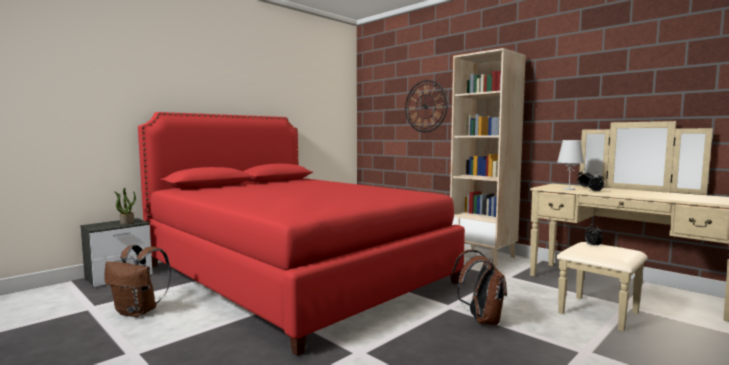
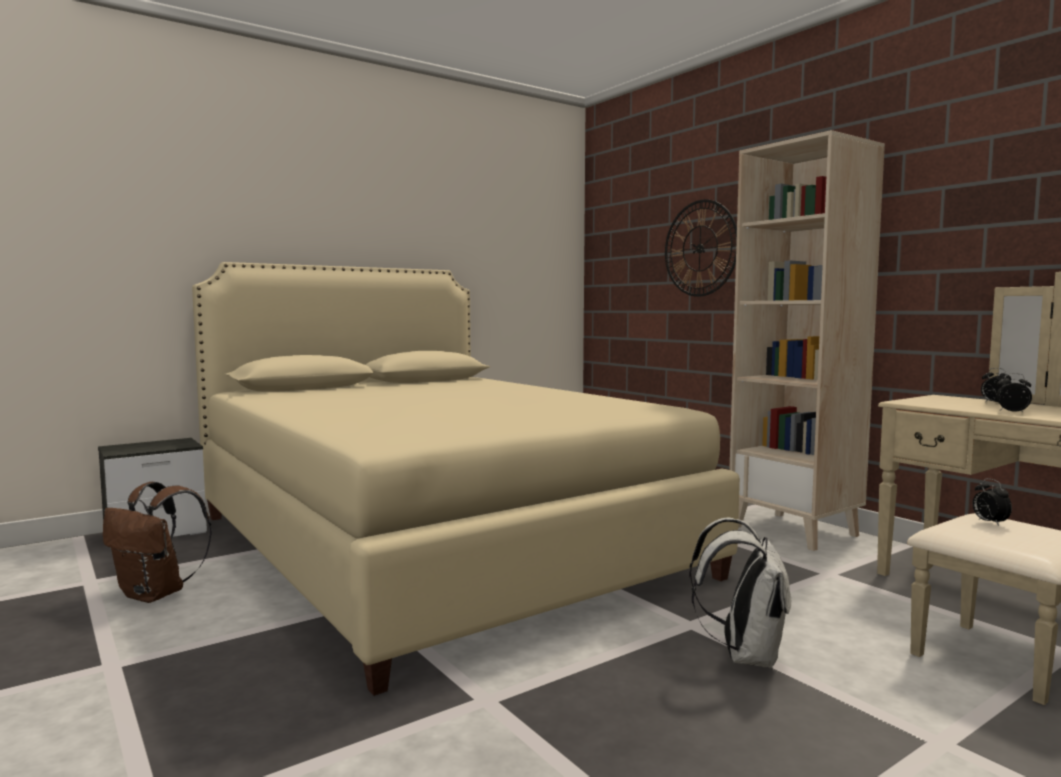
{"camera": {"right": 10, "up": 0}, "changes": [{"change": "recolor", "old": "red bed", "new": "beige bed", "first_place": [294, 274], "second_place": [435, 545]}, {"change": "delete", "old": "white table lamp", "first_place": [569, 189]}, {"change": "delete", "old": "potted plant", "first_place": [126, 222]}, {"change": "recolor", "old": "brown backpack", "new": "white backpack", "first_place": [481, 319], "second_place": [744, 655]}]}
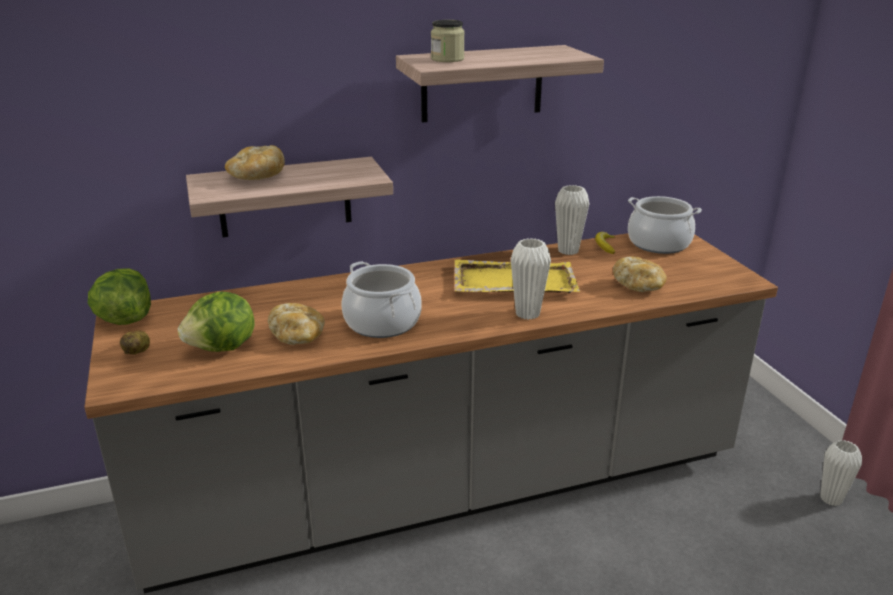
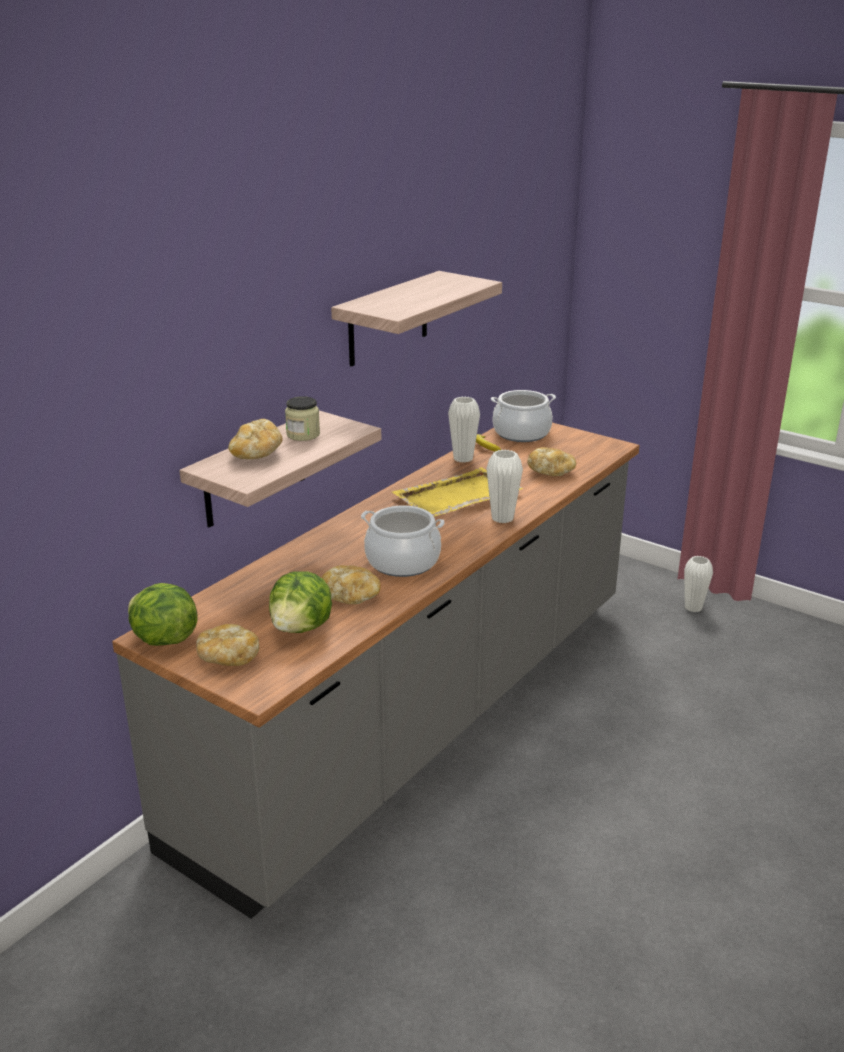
{"camera": {"right": -35, "up": 0}, "changes": [{"change": "move", "old": "jar", "first_place": [447, 59], "second_place": [303, 434]}, {"change": "replace", "old": "potato", "new": "bread", "first_place": [138, 351], "second_place": [227, 658]}]}
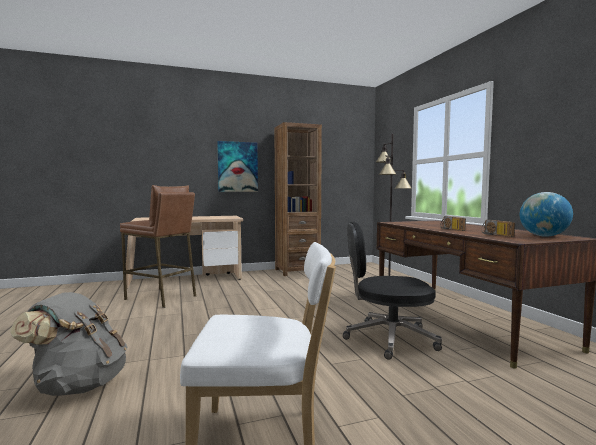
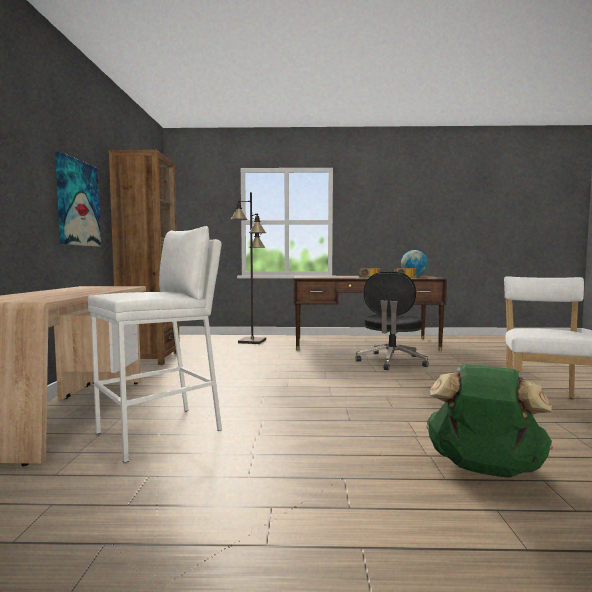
{"camera": {"right": -70, "up": 0}, "changes": [{"change": "recolor", "old": "brown stool", "new": "white stool", "first_place": [161, 297], "second_place": [160, 432]}, {"change": "recolor", "old": "grey backpack", "new": "green backpack", "first_place": [78, 385], "second_place": [483, 470]}]}
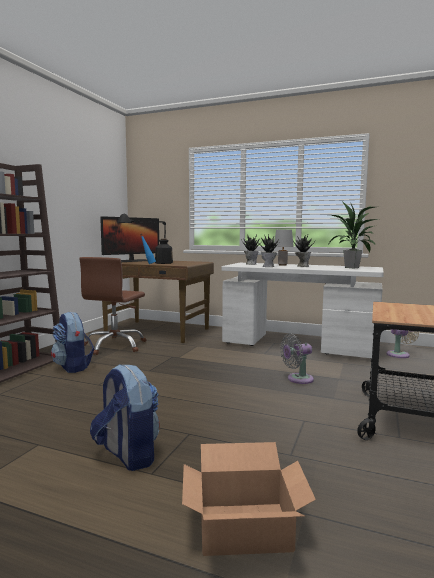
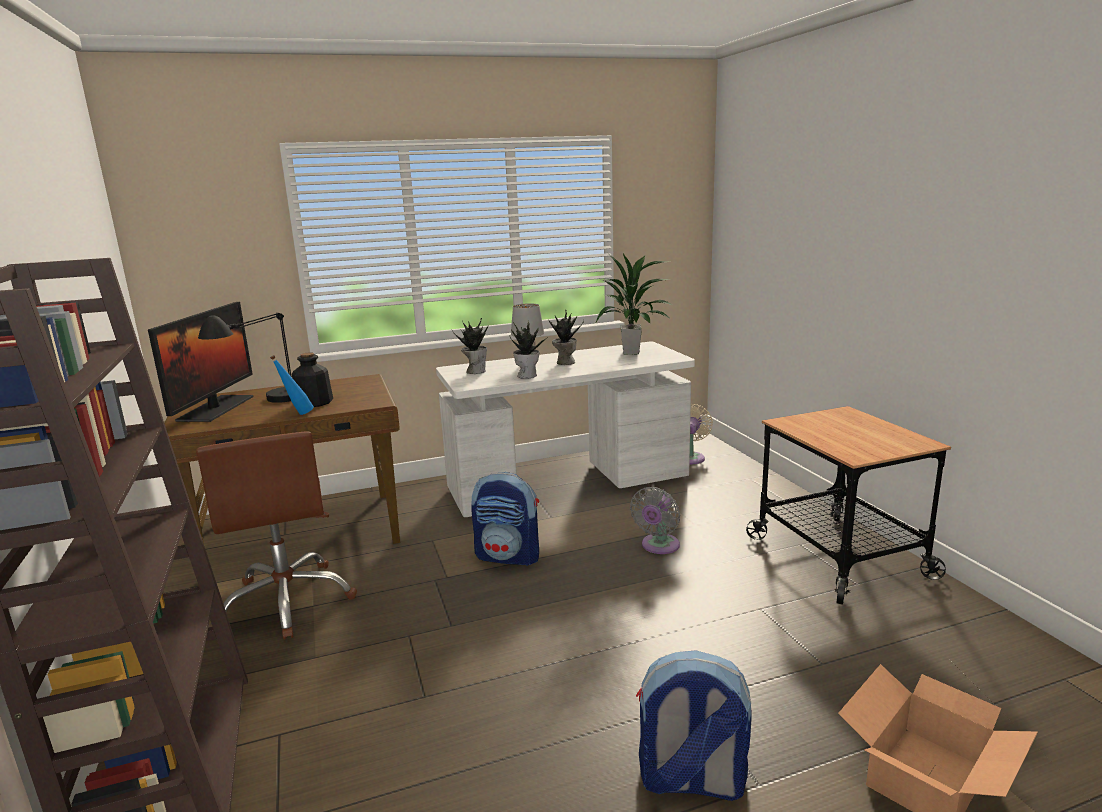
{"camera": {"right": -40, "up": 10}, "changes": [{"change": "move", "old": "backpack", "first_place": [73, 367], "second_place": [509, 556]}]}
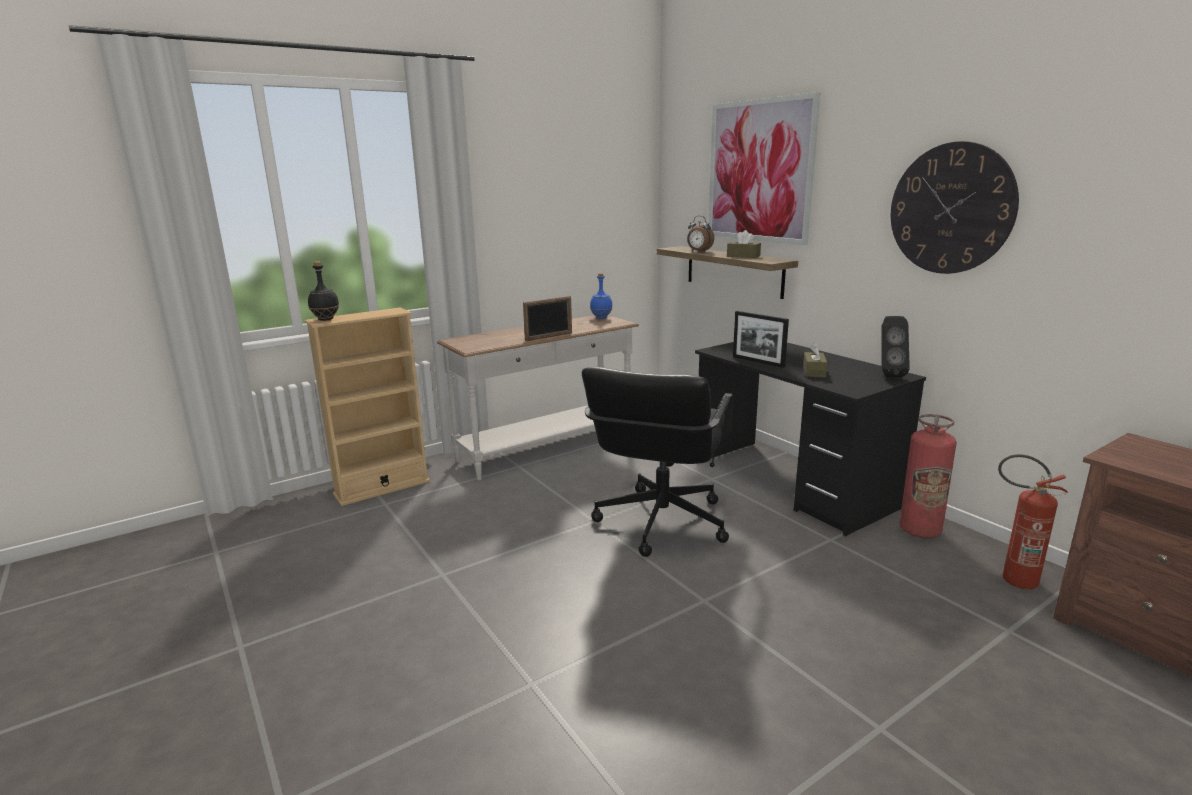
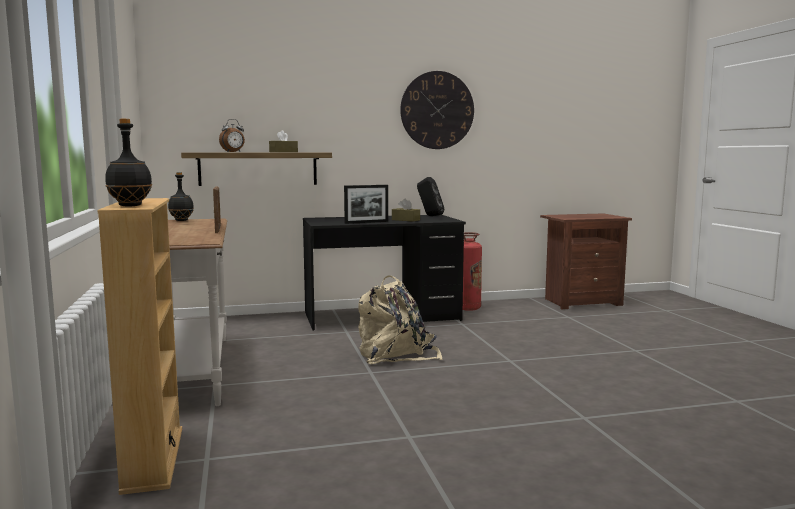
{"camera": {"right": -70, "up": -10}, "changes": [{"change": "delete", "old": "picture", "first_place": [759, 171]}, {"change": "recolor", "old": "blue bottle", "new": "black bottle", "first_place": [601, 318], "second_place": [182, 220]}, {"change": "replace", "old": "black office chair", "new": "beige backpack", "first_place": [660, 522], "second_place": [396, 354]}, {"change": "delete", "old": "fire extinguisher", "first_place": [1010, 579]}]}
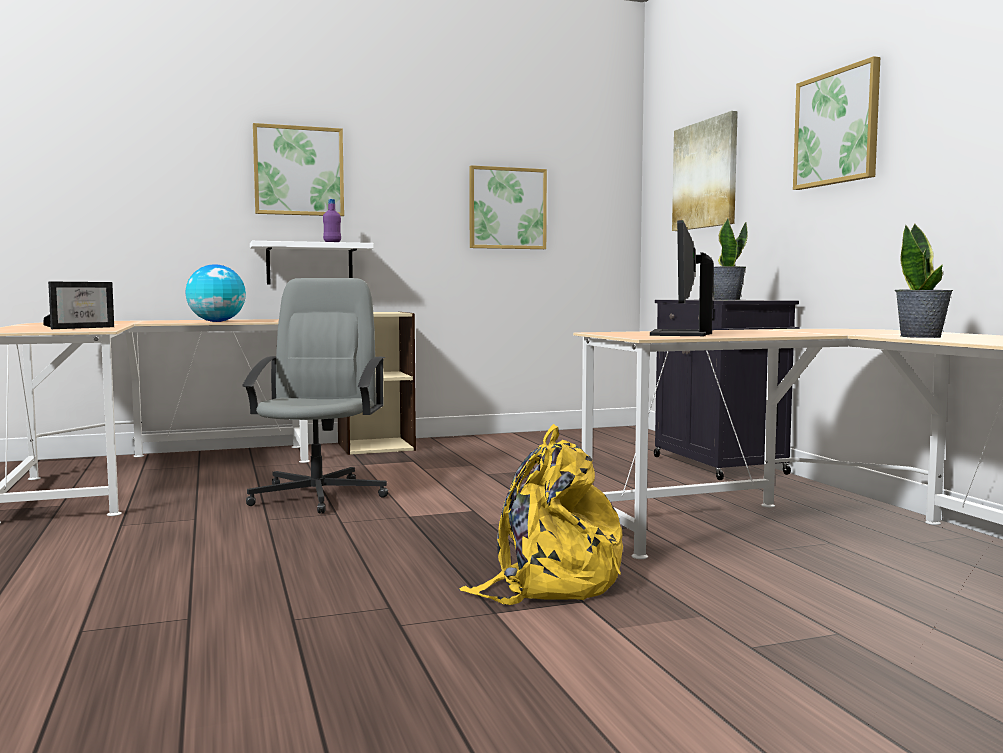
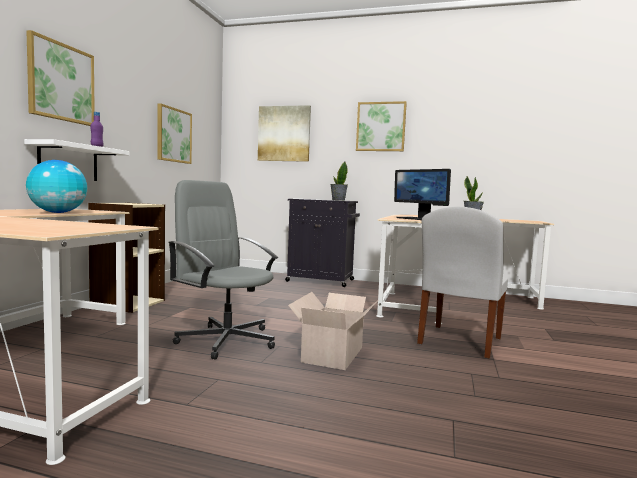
{"camera": {"right": -55, "up": 0}, "changes": [{"change": "delete", "old": "picture frame", "first_place": [81, 328]}, {"change": "replace", "old": "yellow backpack", "new": "white chair", "first_place": [549, 582], "second_place": [459, 342]}, {"change": "insert", "new": "cardboard box", "second_place": [334, 354]}]}
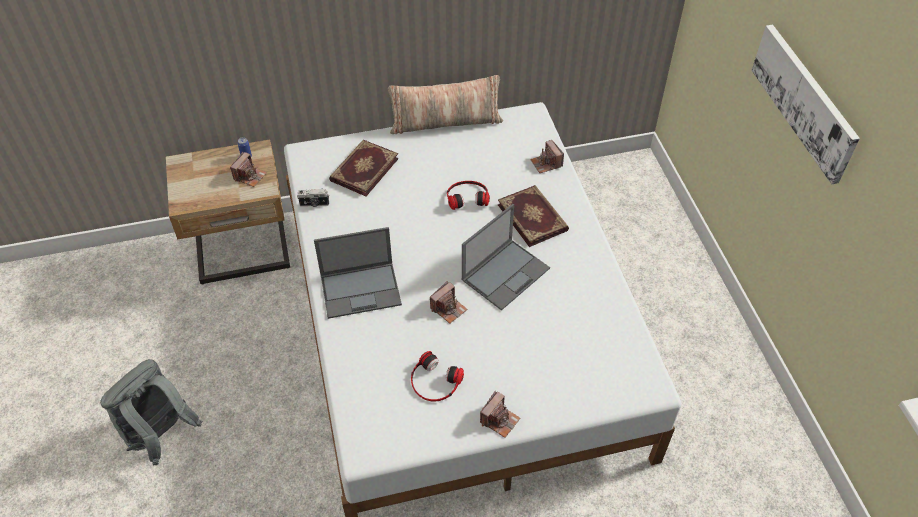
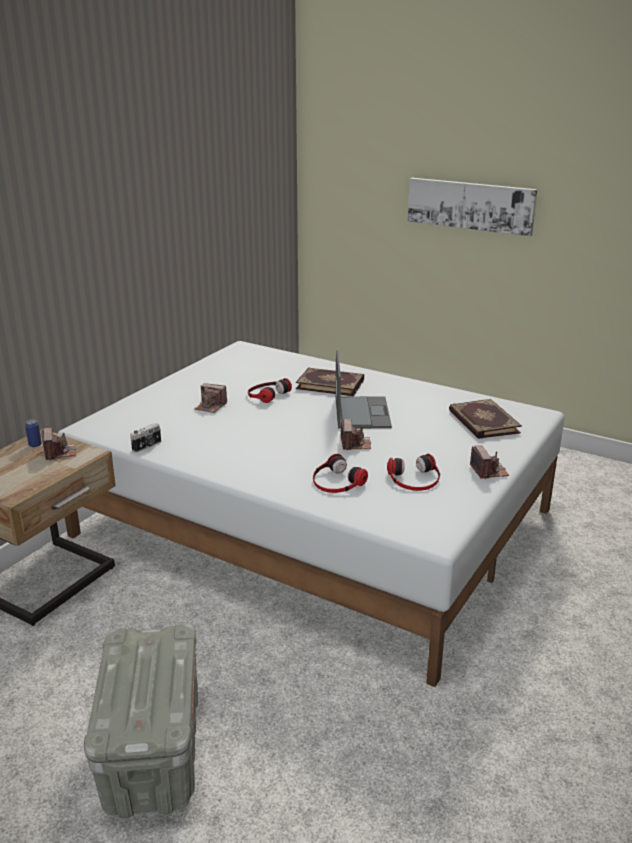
{"camera": {"right": -45, "up": -25}, "changes": [{"change": "delete", "old": "pillow", "first_place": [445, 122]}, {"change": "move", "old": "book", "first_place": [363, 169], "second_place": [482, 422]}, {"change": "move", "old": "photo camera", "first_place": [546, 163], "second_place": [210, 407]}, {"change": "delete", "old": "laptop", "first_place": [361, 289]}, {"change": "replace", "old": "grey backpack", "new": "grey storage box", "first_place": [161, 436], "second_place": [153, 755]}, {"change": "insert", "new": "headphones", "second_place": [336, 481]}]}
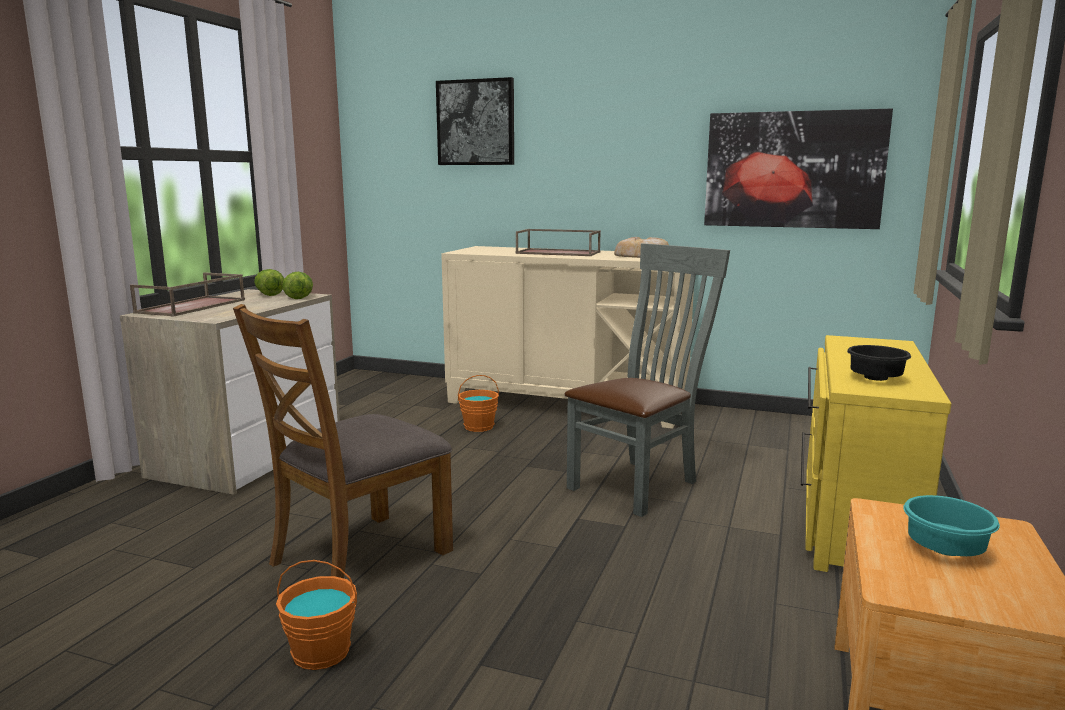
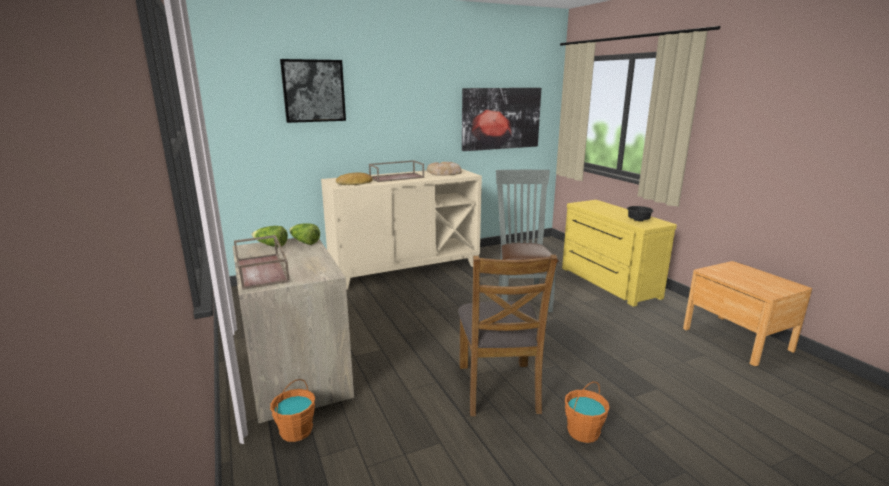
{"camera": {"right": -45, "up": 5}, "changes": [{"change": "move", "old": "orange bucket", "first_place": [479, 426], "second_place": [296, 430]}, {"change": "delete", "old": "turquoise bowl", "first_place": [947, 549]}, {"change": "insert", "new": "bread", "second_place": [355, 183]}]}
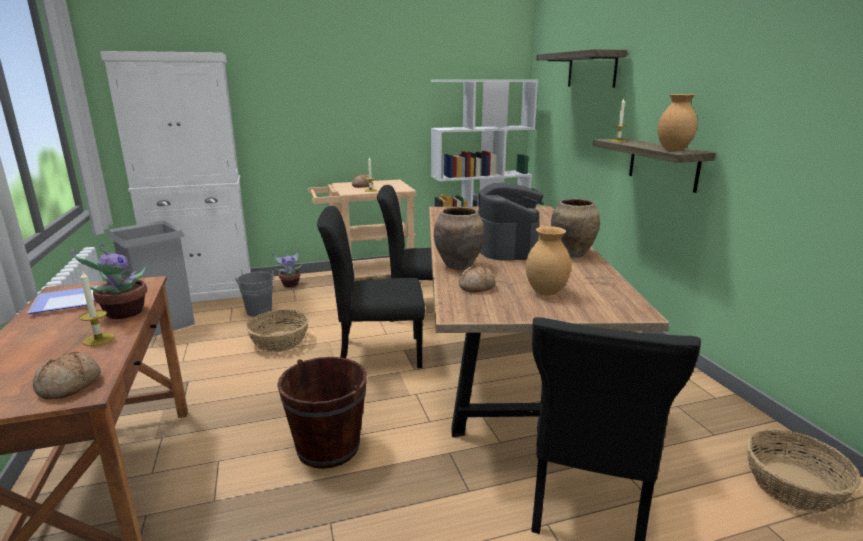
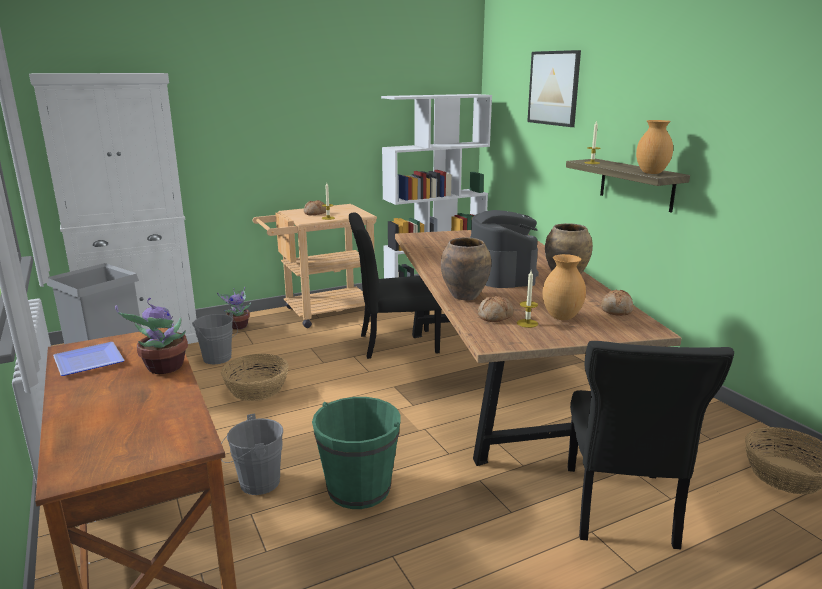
{"camera": {"right": -10, "up": 0}, "changes": [{"change": "replace", "old": "shelf", "new": "picture", "first_place": [591, 69], "second_place": [553, 88]}, {"change": "delete", "old": "black chair", "first_place": [375, 353]}, {"change": "move", "old": "candle", "first_place": [99, 339], "second_place": [527, 323]}, {"change": "move", "old": "bread", "first_place": [70, 386], "second_place": [617, 310]}, {"change": "recolor", "old": "brown bucket", "new": "green bucket", "first_place": [328, 447], "second_place": [359, 489]}, {"change": "insert", "new": "grey bucket", "second_place": [255, 483]}]}
